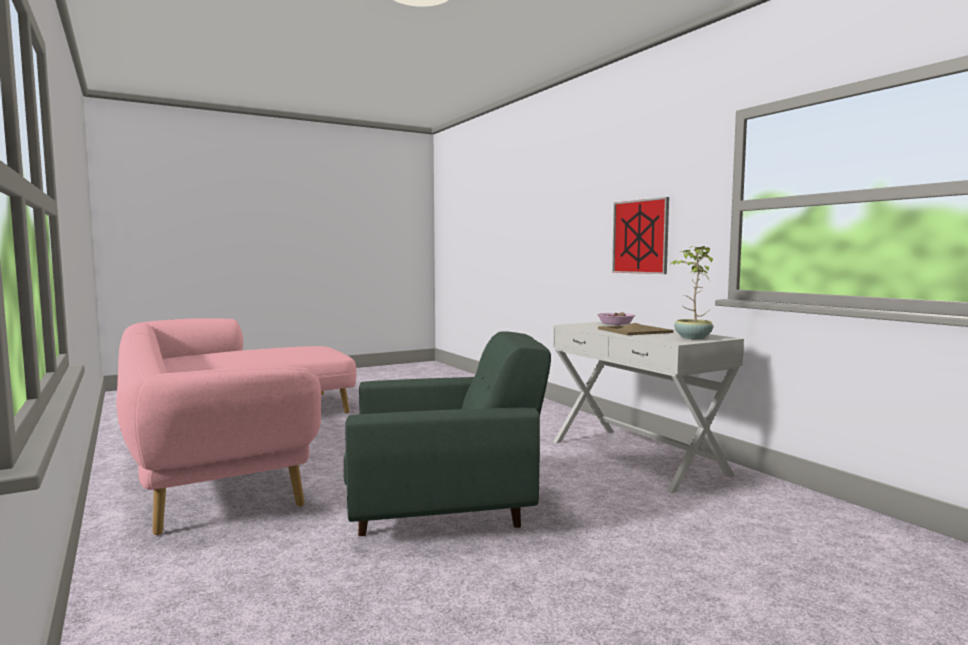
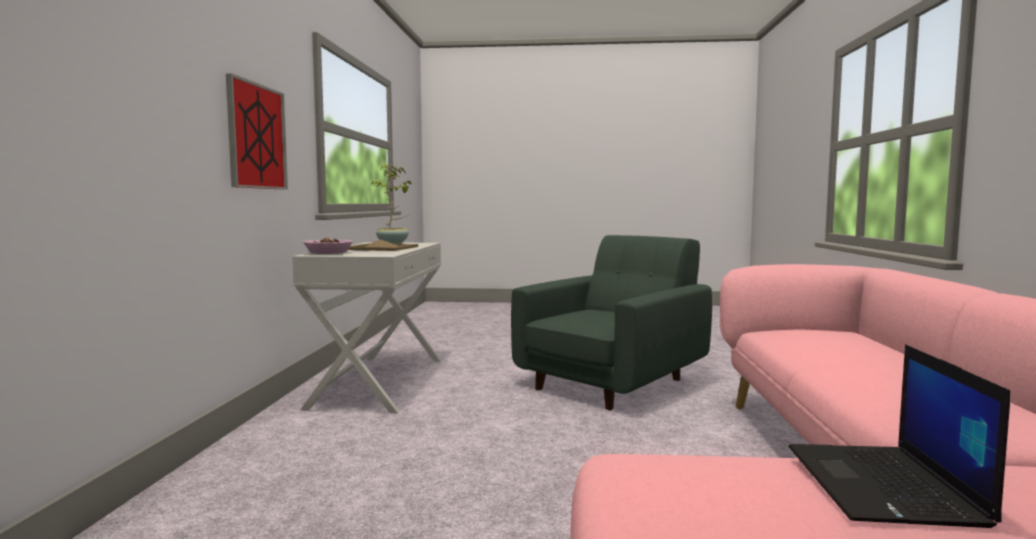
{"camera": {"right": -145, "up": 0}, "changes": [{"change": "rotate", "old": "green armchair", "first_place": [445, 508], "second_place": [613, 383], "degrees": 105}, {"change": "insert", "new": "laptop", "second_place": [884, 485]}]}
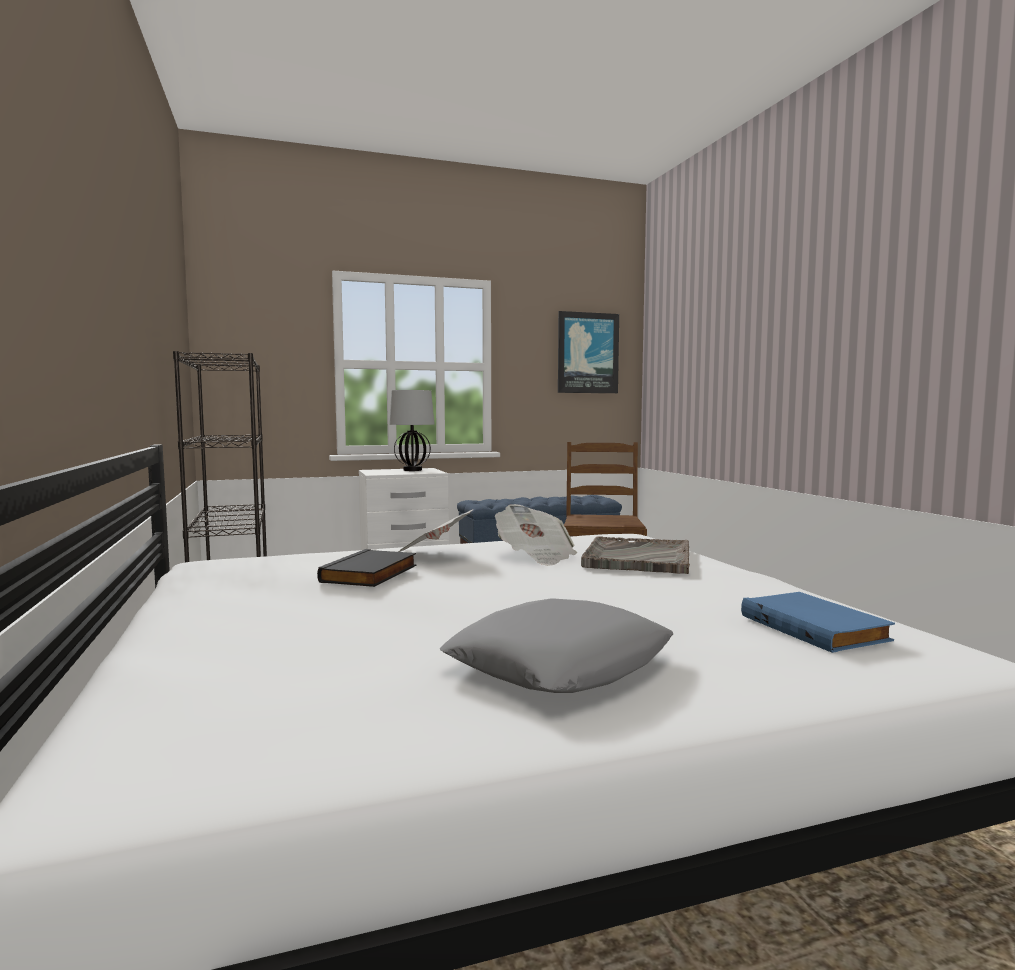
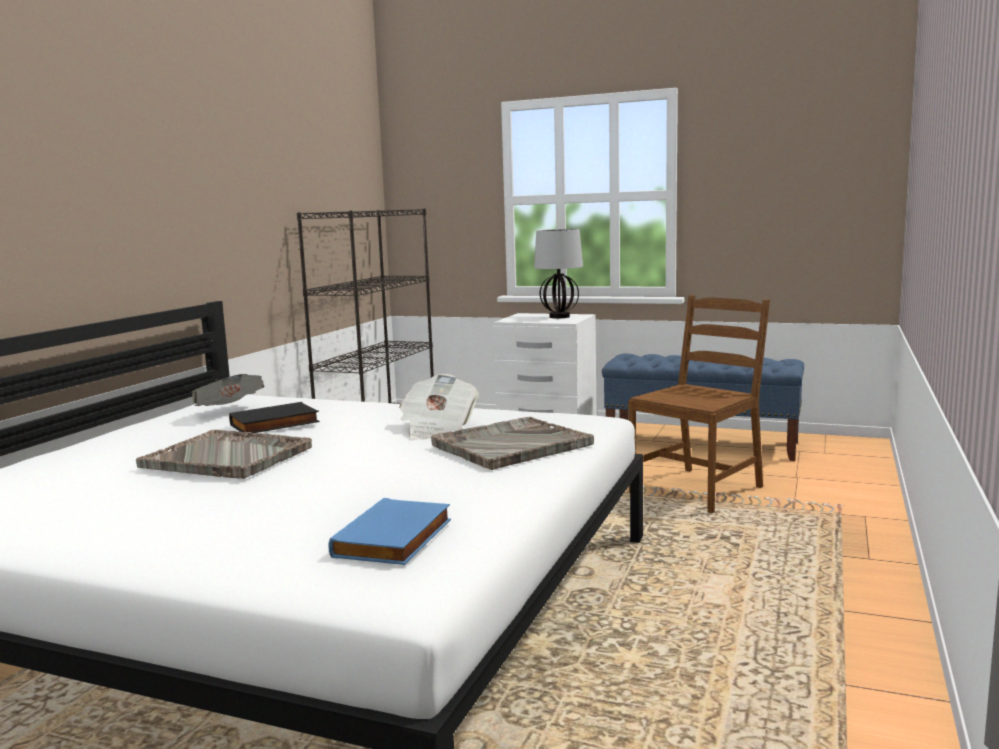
{"camera": {"right": 40, "up": 5}, "changes": [{"change": "delete", "old": "picture", "first_place": [587, 353]}, {"change": "move", "old": "newspaper", "first_place": [432, 555], "second_place": [229, 411]}, {"change": "delete", "old": "grey pillow", "first_place": [560, 663]}, {"change": "insert", "new": "grey tray", "second_place": [228, 457]}]}
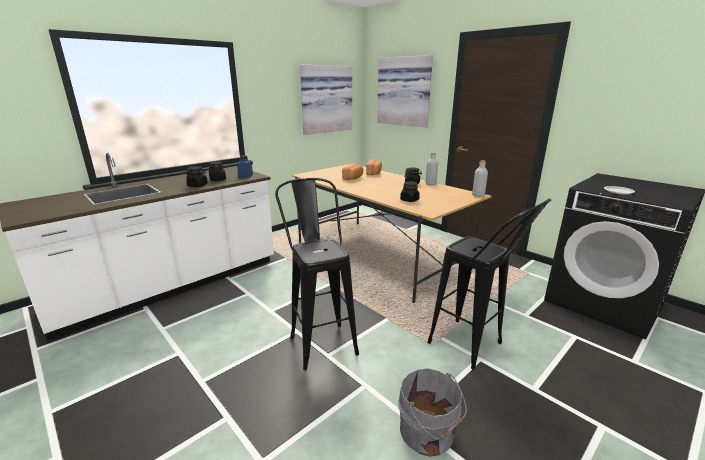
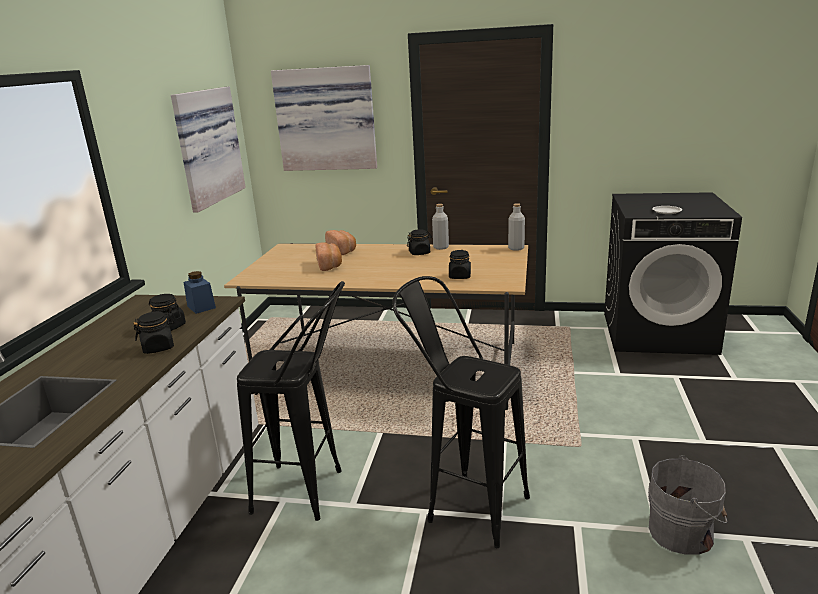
{"camera": {"right": -35, "up": 0}, "changes": [{"change": "move", "old": "black stool", "first_place": [474, 349], "second_place": [312, 493]}]}
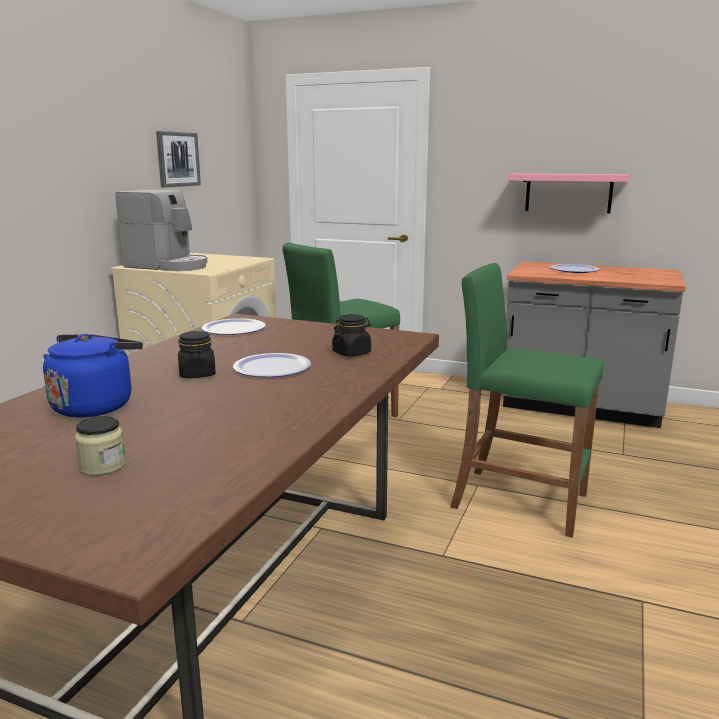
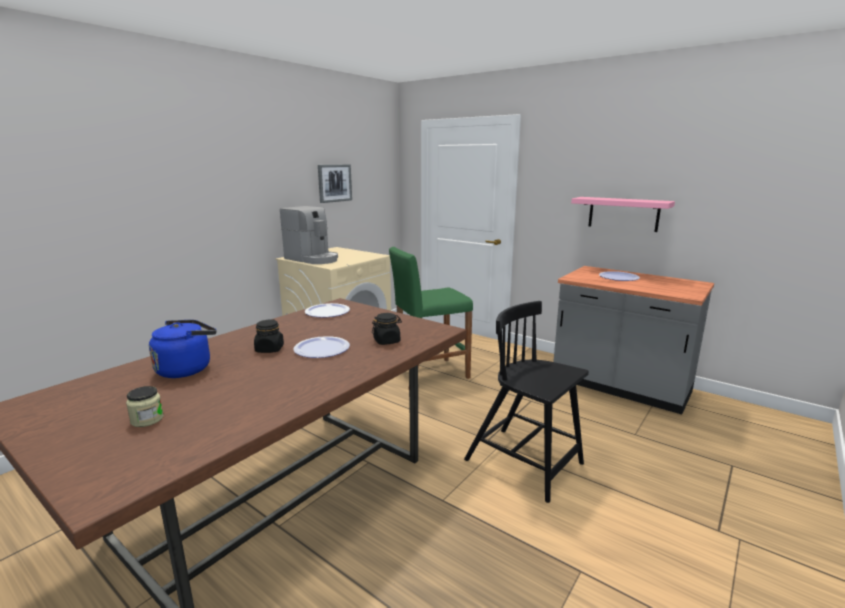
{"camera": {"right": 15, "up": 0}, "changes": [{"change": "replace", "old": "green stool", "new": "black chair", "first_place": [518, 500], "second_place": [525, 463]}]}
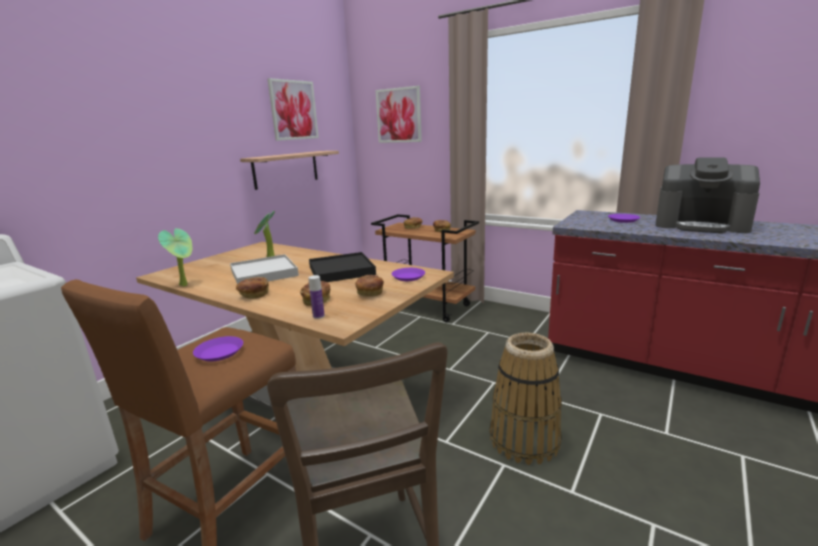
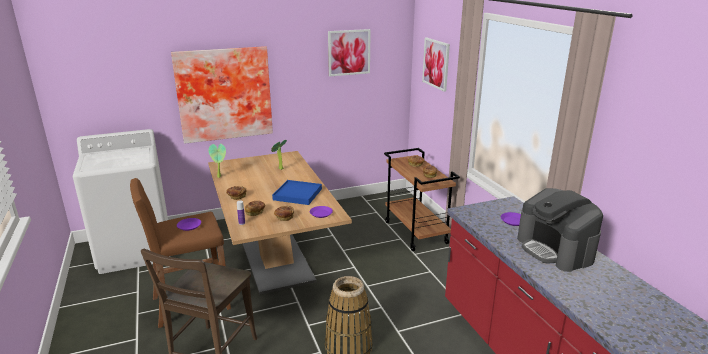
{"camera": {"right": 35, "up": 5}, "changes": [{"change": "delete", "old": "shelf", "first_place": [286, 169]}, {"change": "recolor", "old": "black tray", "new": "blue tray", "first_place": [342, 271], "second_place": [297, 194]}, {"change": "delete", "old": "white tray", "first_place": [264, 273]}, {"change": "insert", "new": "picture", "second_place": [224, 94]}]}
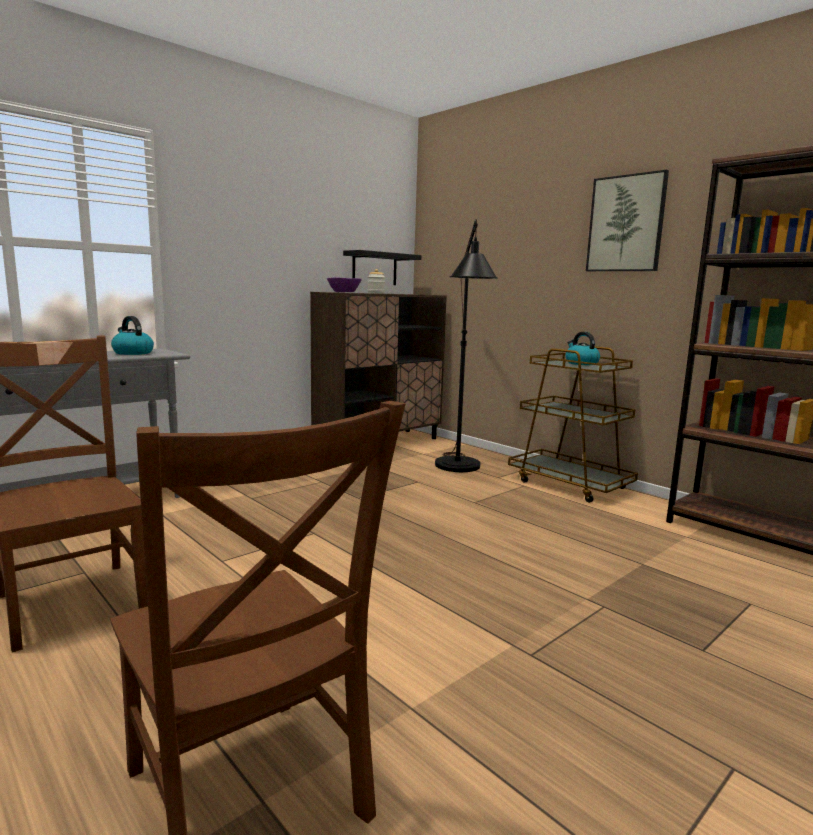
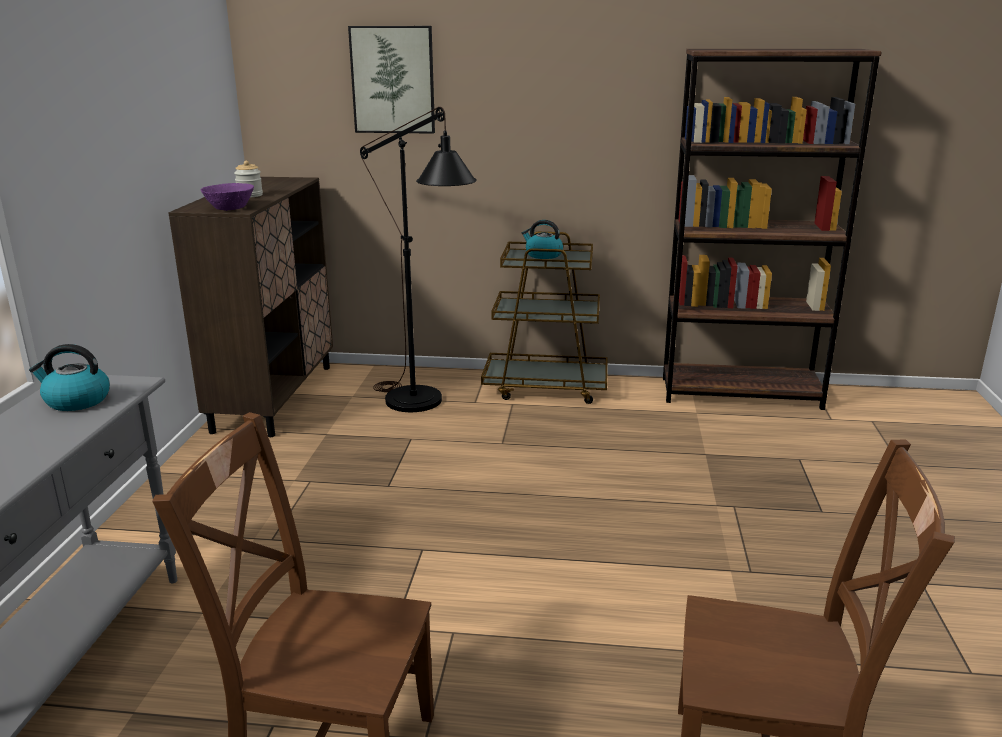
{"camera": {"right": -40, "up": 10}, "changes": [{"change": "move", "old": "picture", "first_place": [626, 224], "second_place": [393, 80]}, {"change": "delete", "old": "black shelf", "first_place": [374, 268]}]}
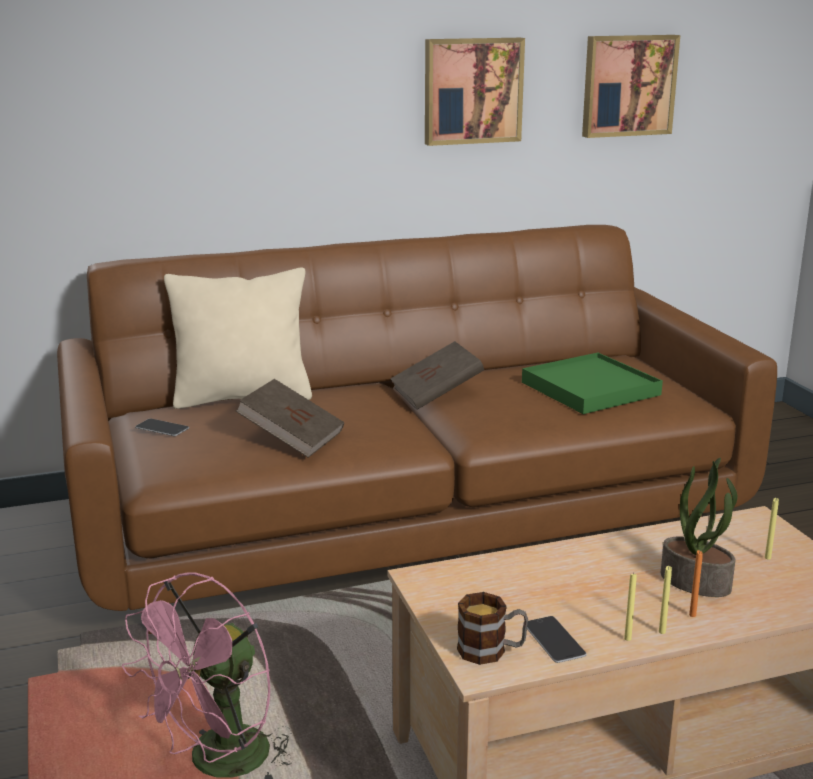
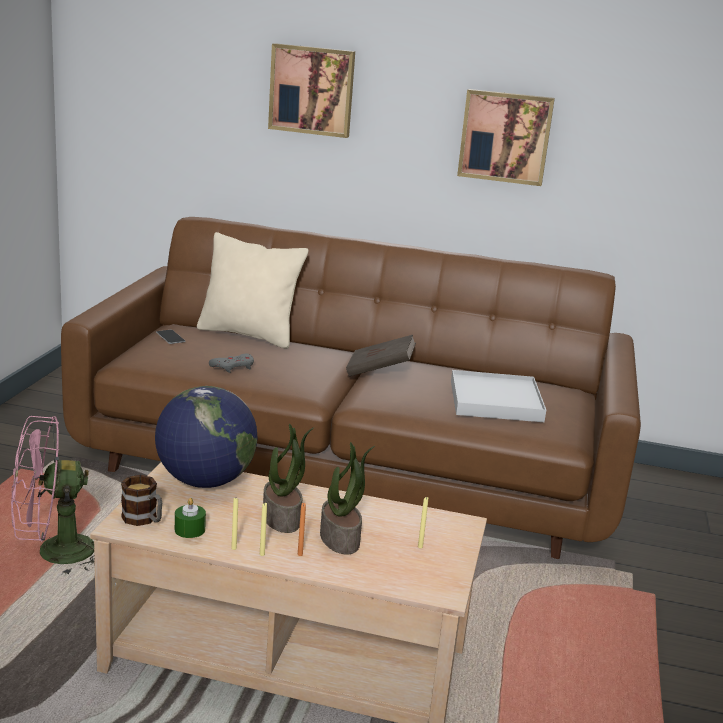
{"camera": {"right": 30, "up": 0}, "changes": [{"change": "move", "old": "picture", "first_place": [627, 85], "second_place": [312, 90]}, {"change": "recolor", "old": "green tray", "new": "white tray", "first_place": [590, 389], "second_place": [495, 401]}, {"change": "replace", "old": "brown book", "new": "grey game controller", "first_place": [292, 438], "second_place": [233, 367]}, {"change": "replace", "old": "phone", "new": "green candle", "first_place": [554, 639], "second_place": [189, 529]}, {"change": "insert", "new": "globe", "second_place": [205, 481]}, {"change": "insert", "new": "potted plant", "second_place": [282, 518]}]}
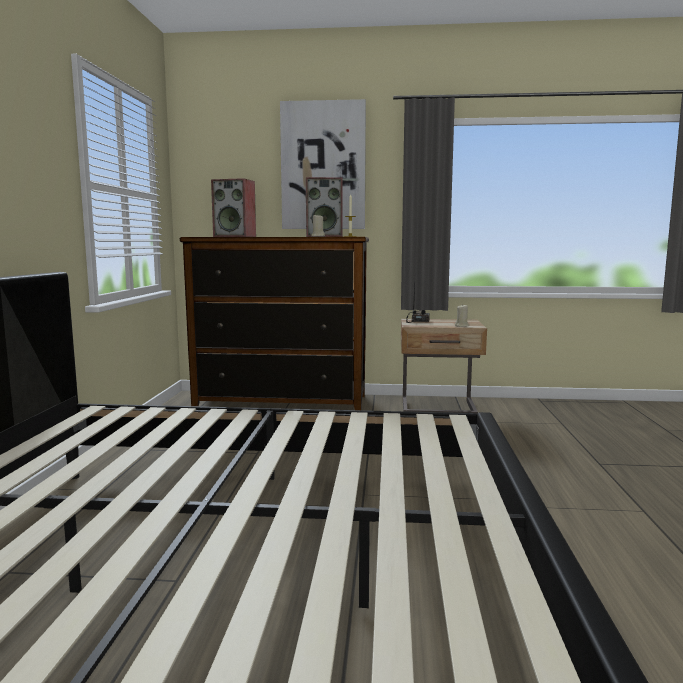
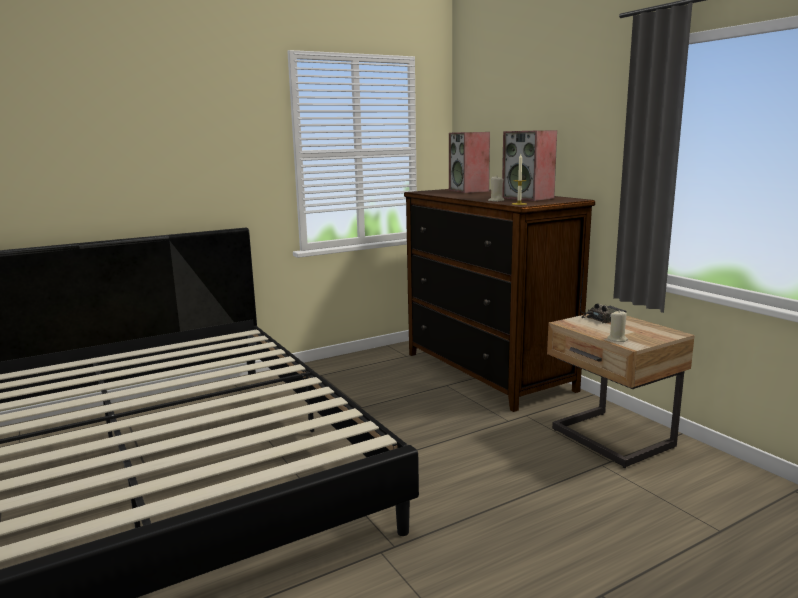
{"camera": {"right": 55, "up": 5}, "changes": [{"change": "delete", "old": "picture", "first_place": [323, 166]}]}
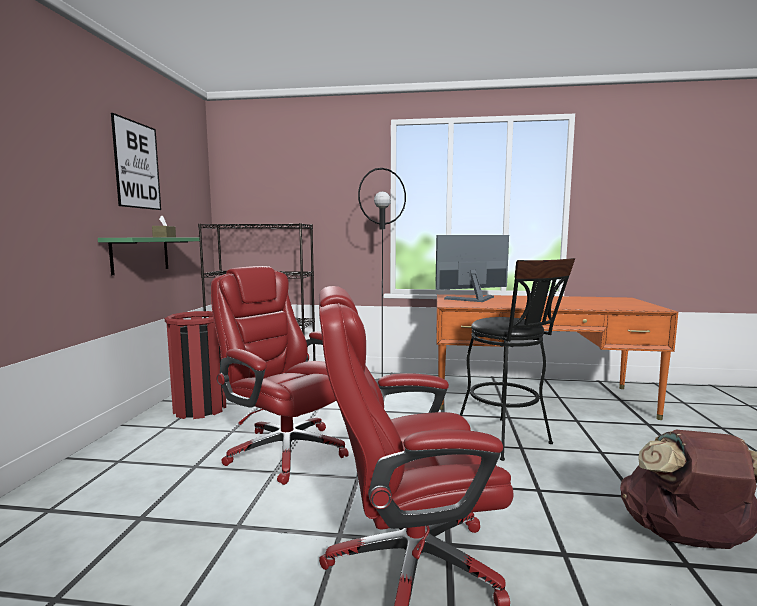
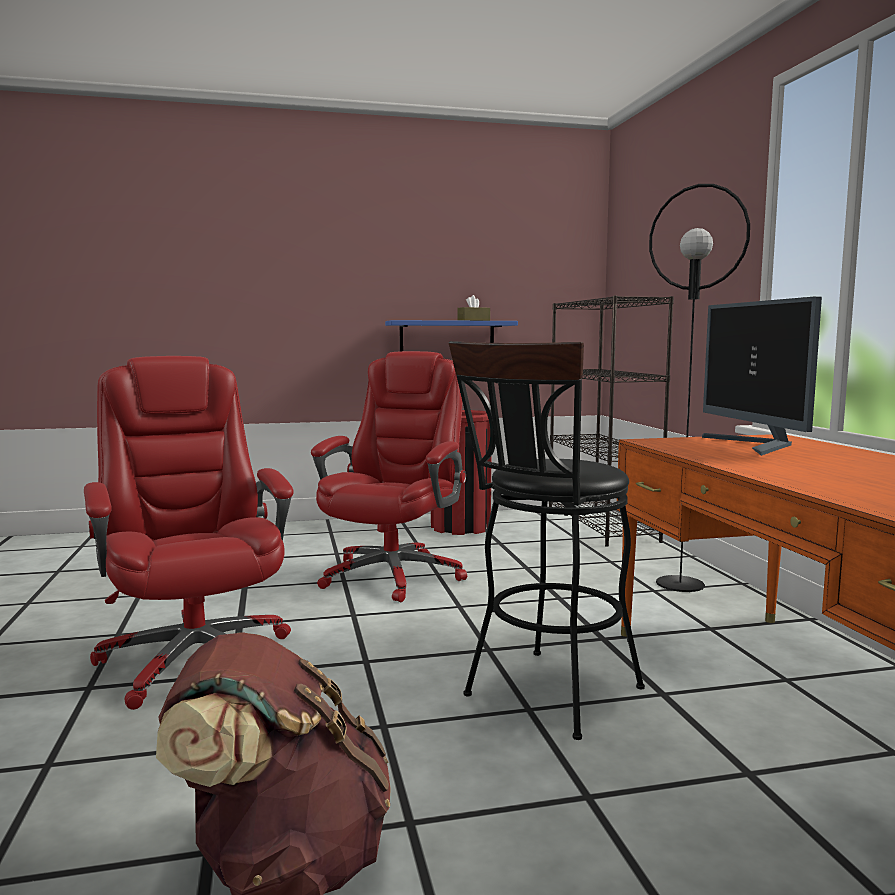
{"camera": {"right": 70, "up": 0}, "changes": [{"change": "delete", "old": "picture", "first_place": [137, 165]}, {"change": "rotate", "old": "monitor", "first_place": [473, 299], "second_place": [755, 446], "degrees": -150}, {"change": "recolor", "old": "green shelf", "new": "blue shelf", "first_place": [140, 254], "second_place": [447, 340]}]}
